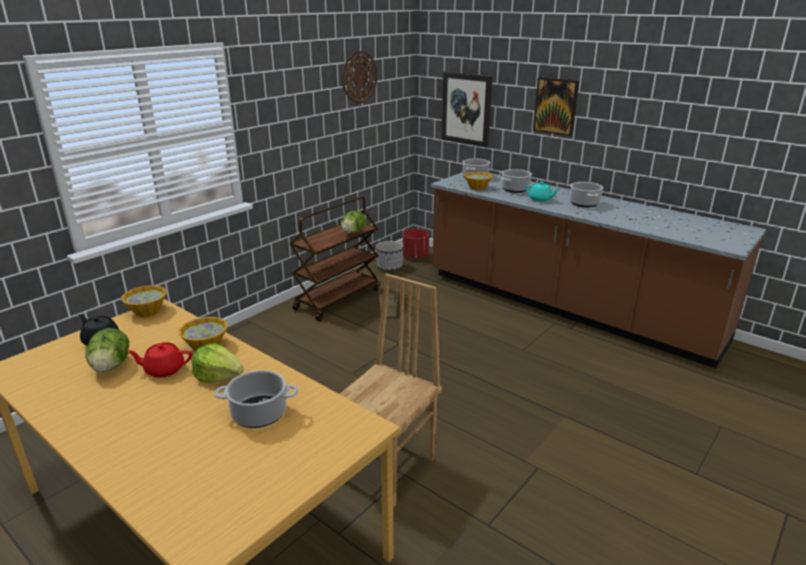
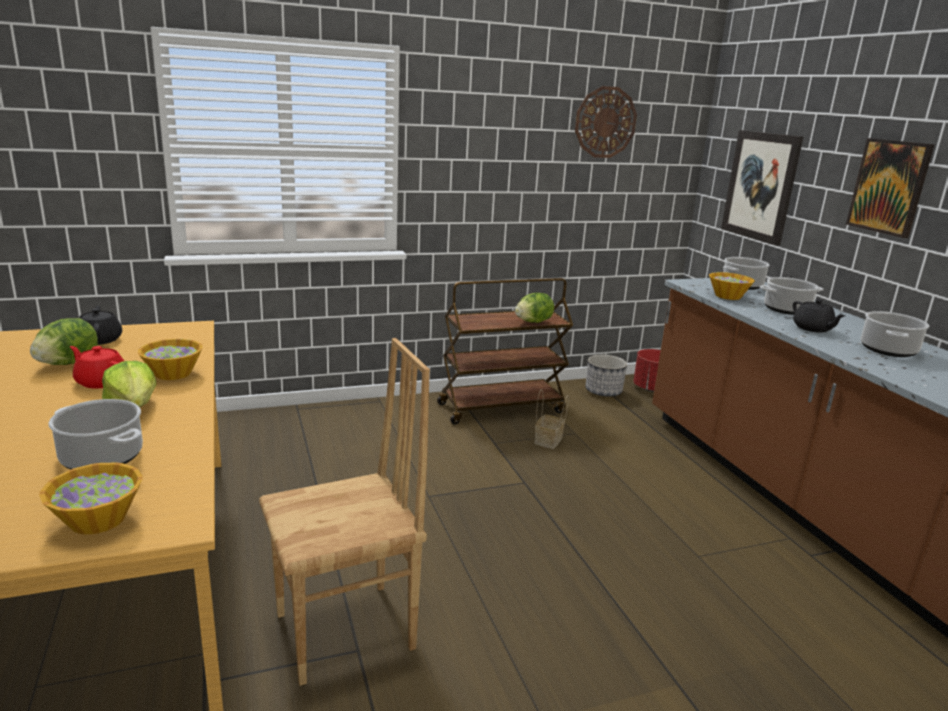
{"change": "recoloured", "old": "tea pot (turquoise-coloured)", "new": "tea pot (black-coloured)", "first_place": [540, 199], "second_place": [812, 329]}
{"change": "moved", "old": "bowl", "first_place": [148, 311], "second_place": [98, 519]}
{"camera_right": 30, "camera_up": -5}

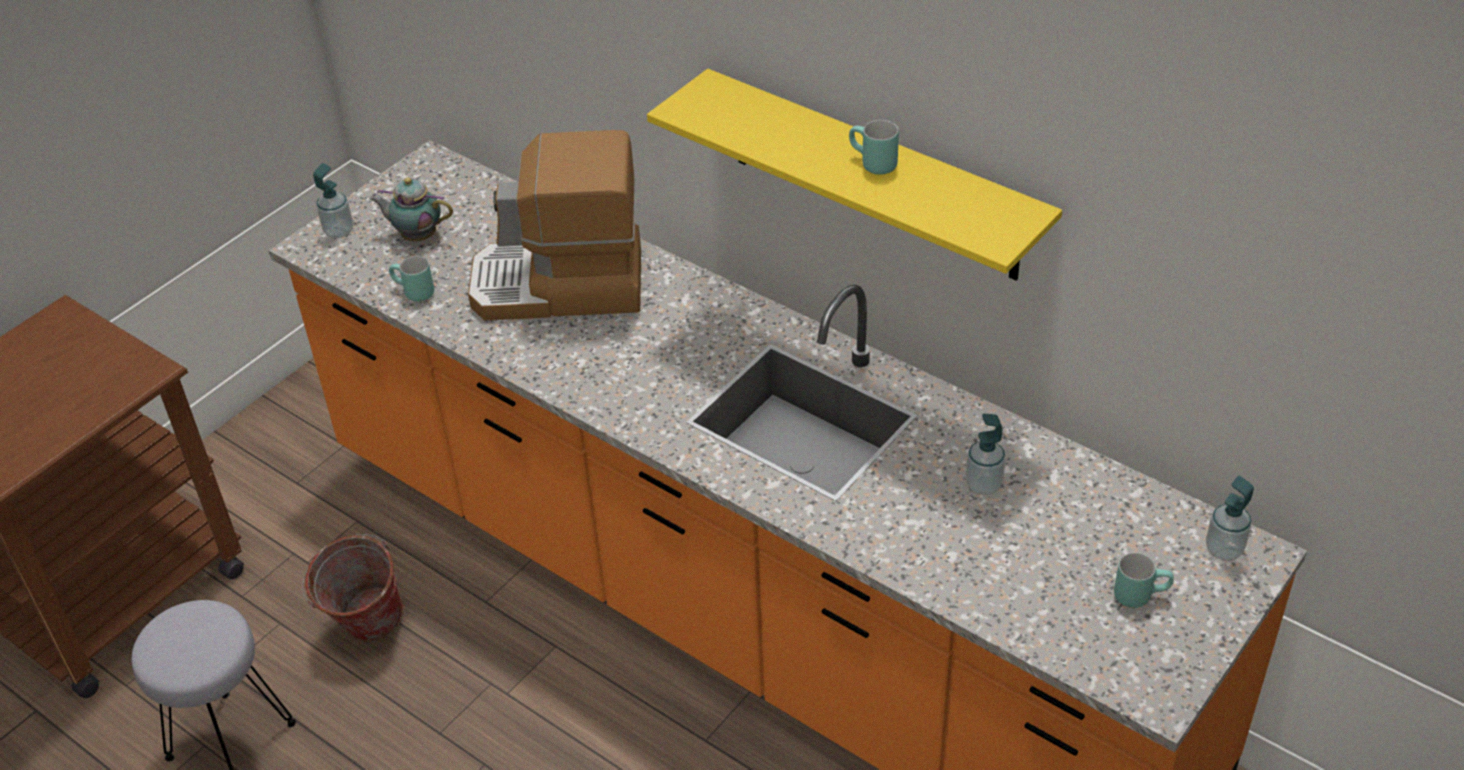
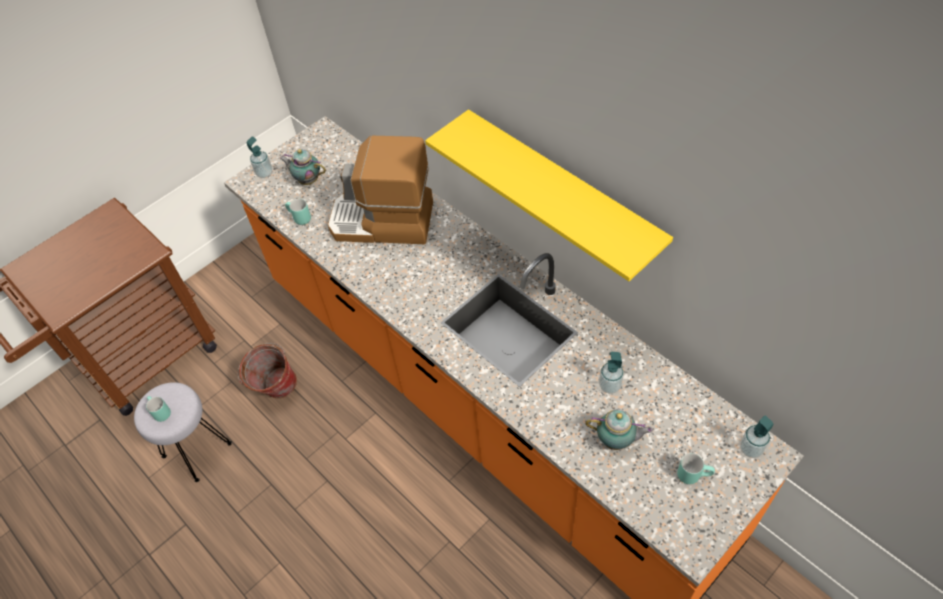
{"change": "moved", "old": "tea mug (turquoise-coloured)", "first_place": [871, 164], "second_place": [159, 413]}
{"change": "added", "new": "tea pot", "second_place": [616, 441]}
{"camera_right": 10, "camera_up": 10}

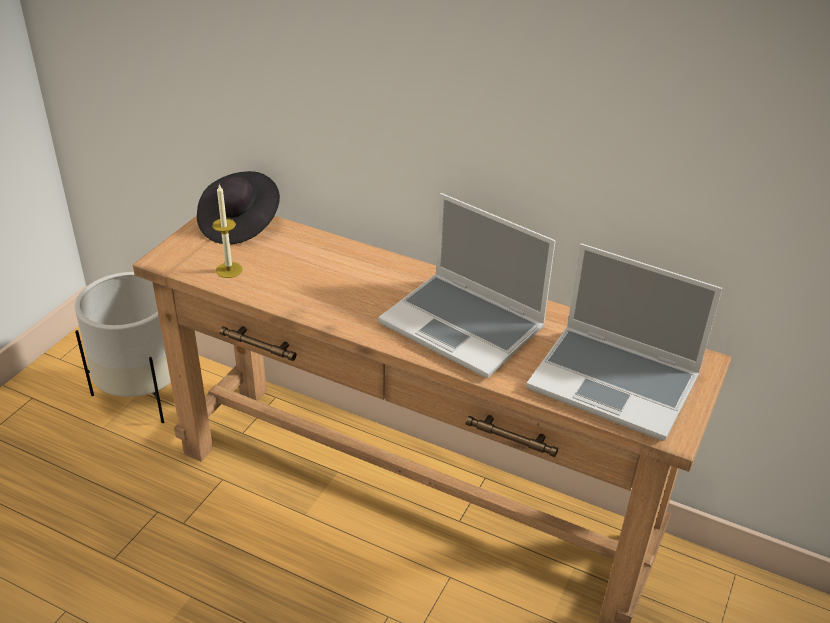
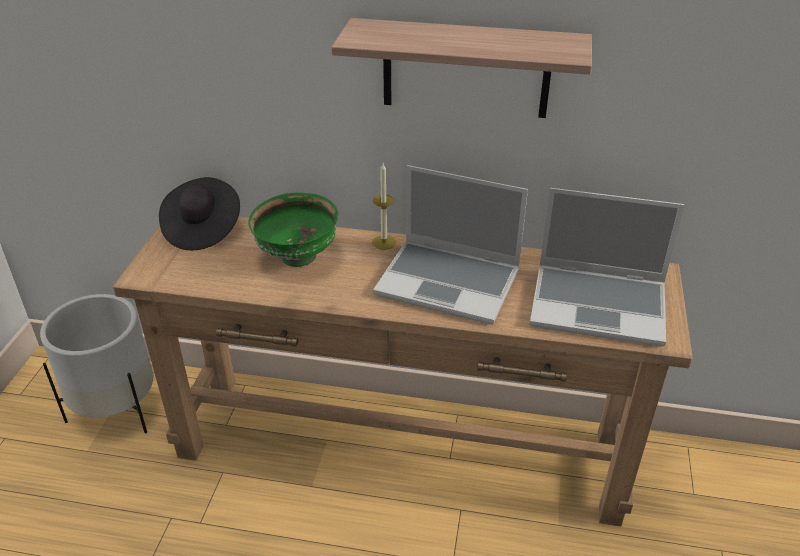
{"change": "moved", "old": "wax light", "first_place": [229, 270], "second_place": [384, 242]}
{"change": "added", "new": "shelf", "second_place": [466, 69]}
{"change": "added", "new": "bowl (green-coloured)", "second_place": [298, 258]}
{"camera_right": -15, "camera_up": 0}

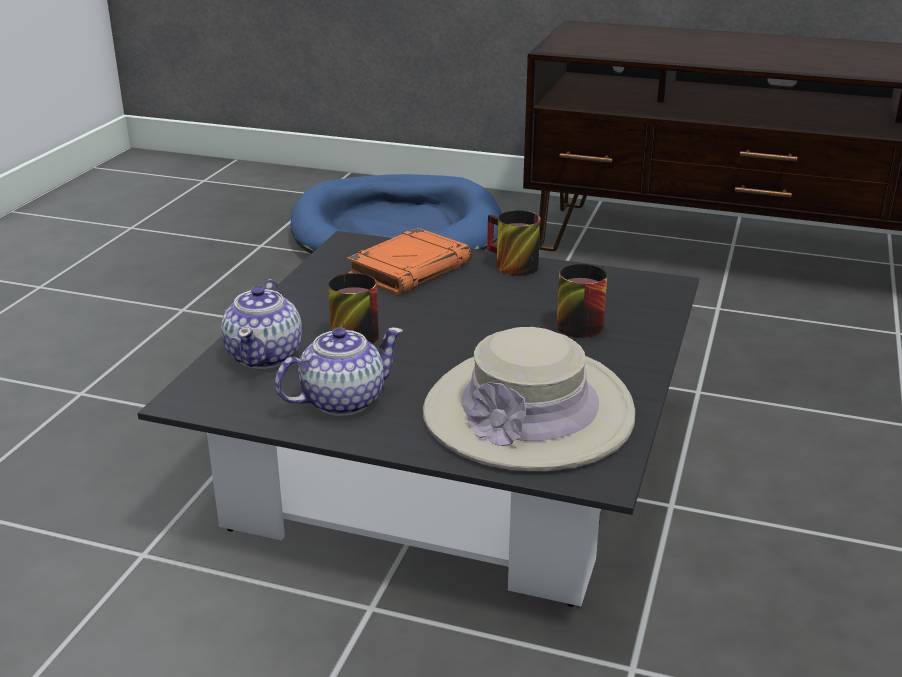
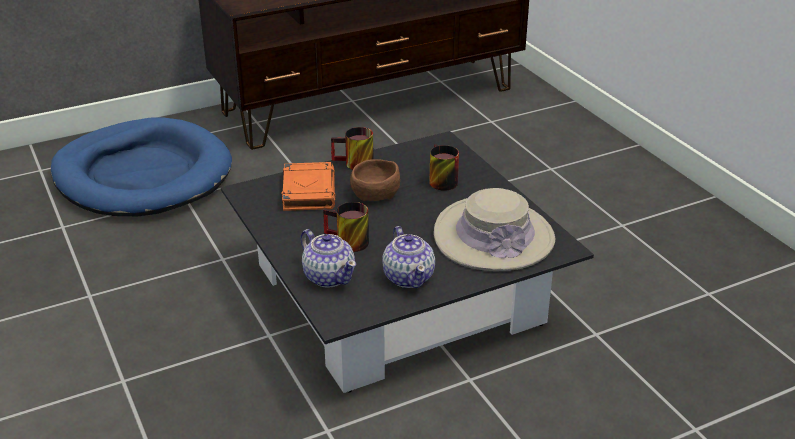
{"change": "turned", "old": "tea pot", "first_place": [341, 401], "second_place": [409, 277], "degrees": 150}
{"change": "added", "new": "bowl (brown-coloured)", "second_place": [374, 194]}
{"camera_right": -45, "camera_up": 5}

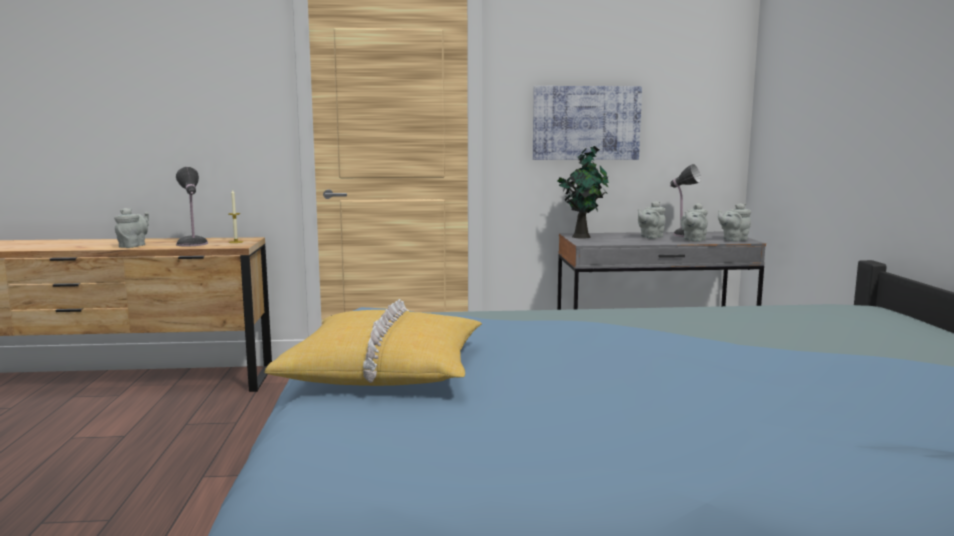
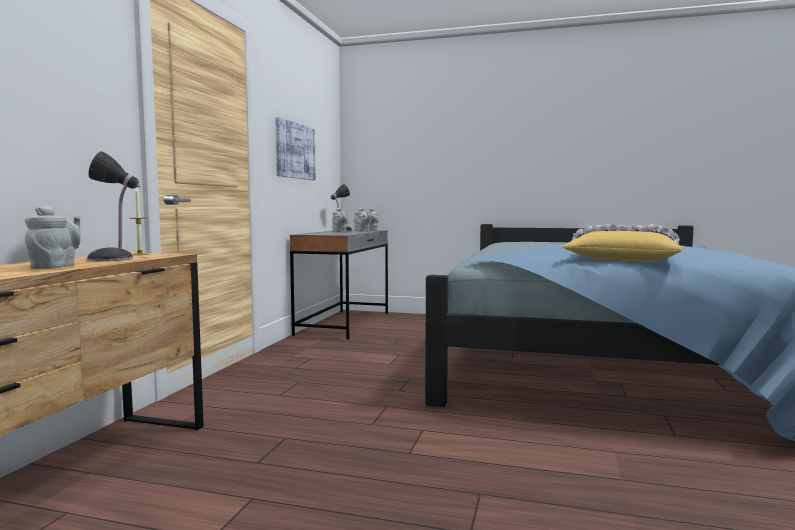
{"change": "removed", "old": "houseplant", "first_place": [582, 236]}
{"change": "turned", "old": "tea pot (grey)", "first_place": [134, 246], "second_place": [56, 267], "degrees": 60}
{"camera_right": -70, "camera_up": -5}

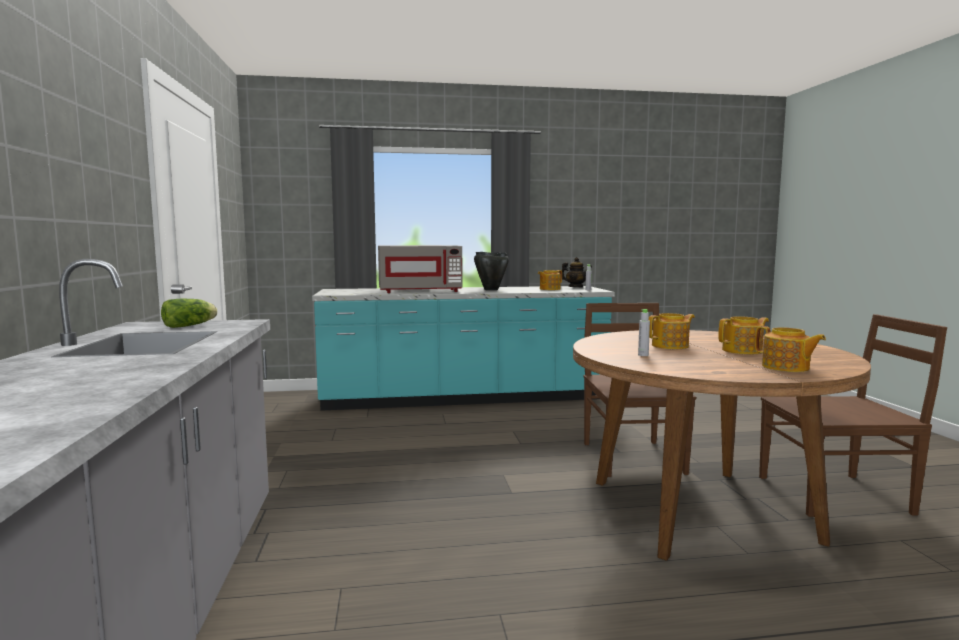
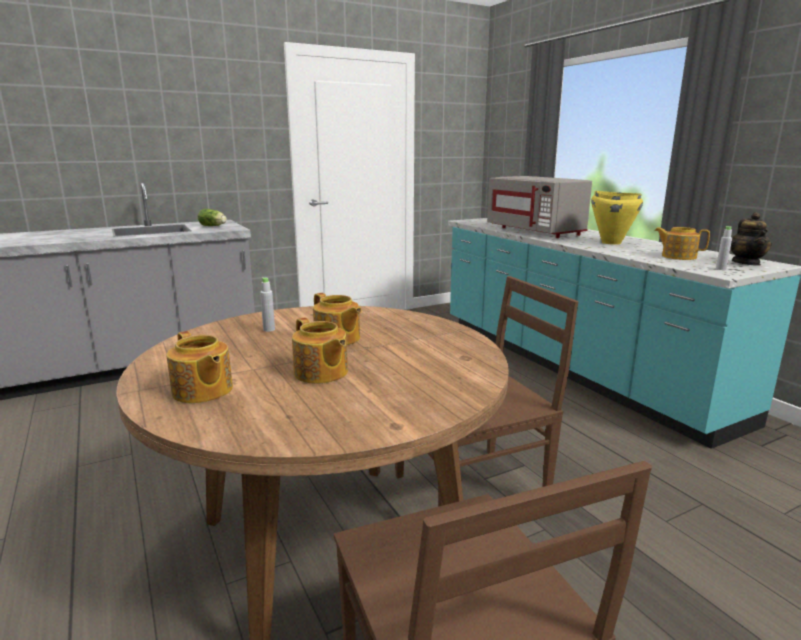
{"change": "recoloured", "old": "cooking pot (black-coloured)", "new": "cooking pot (yellow)", "first_place": [490, 289], "second_place": [611, 242]}
{"change": "turned", "old": "tea pot", "first_place": [786, 367], "second_place": [202, 391], "degrees": -75}
{"camera_right": 70, "camera_up": 10}

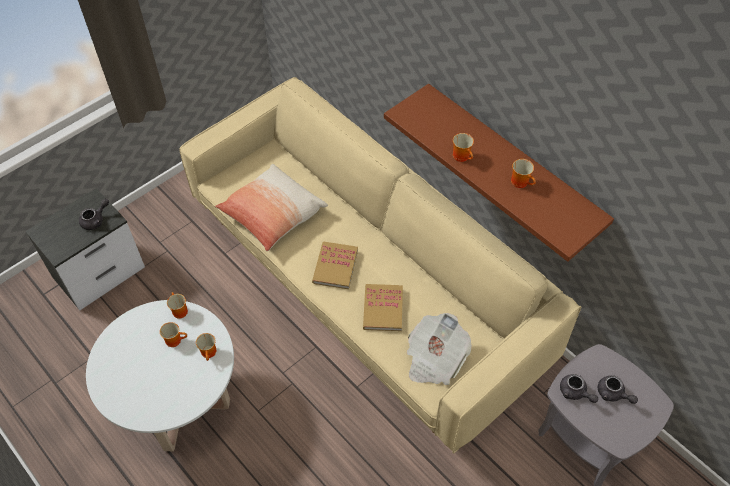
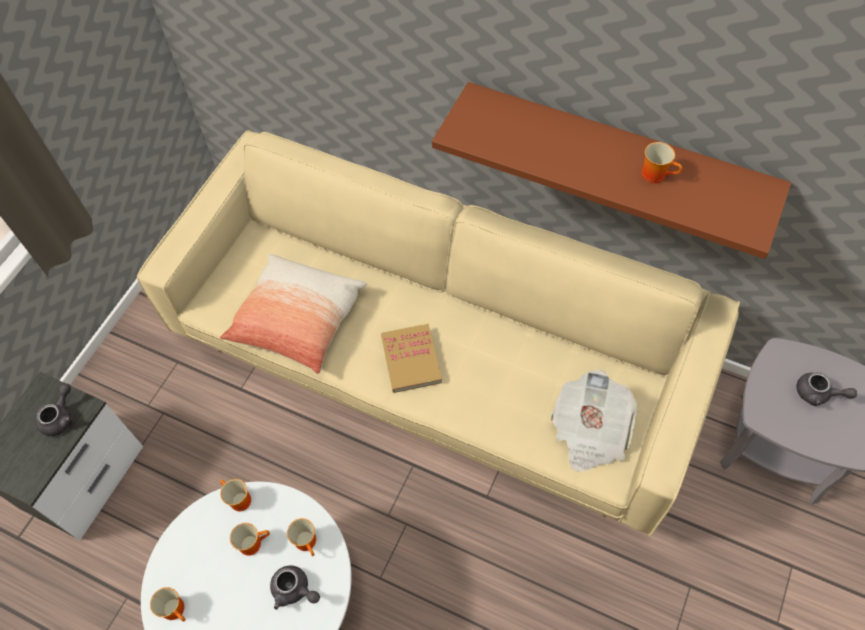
{"change": "moved", "old": "tea mug", "first_place": [463, 156], "second_place": [176, 609]}
{"change": "removed", "old": "bound book", "first_place": [383, 308]}
{"change": "moved", "old": "tea pot (grey)", "first_place": [575, 393], "second_place": [294, 590]}
{"camera_right": -20, "camera_up": 5}

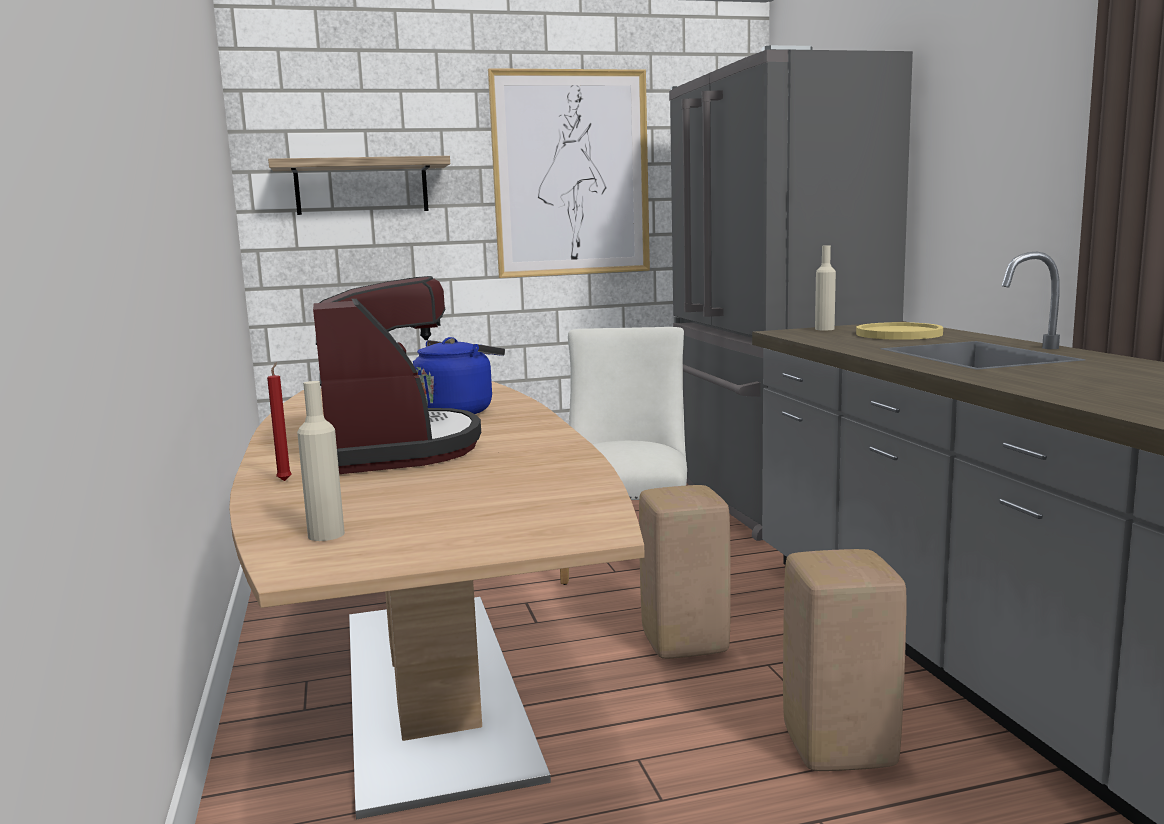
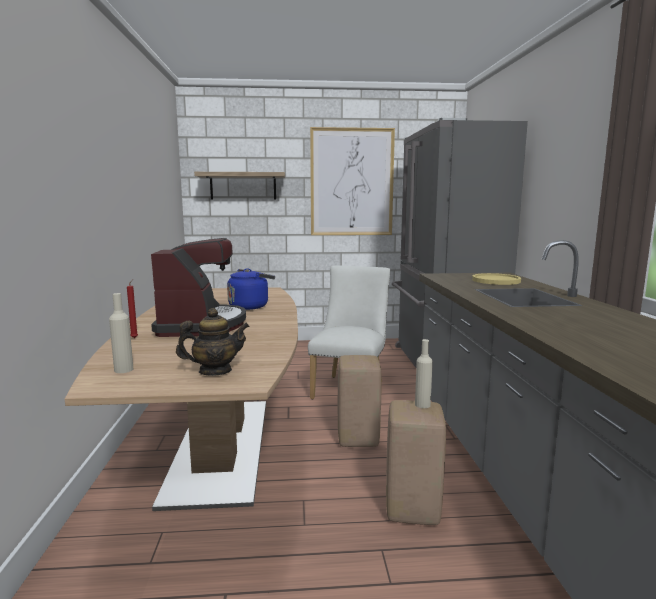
{"change": "moved", "old": "beverage bottle (sand-coloured)", "first_place": [824, 329], "second_place": [422, 405]}
{"change": "added", "new": "tea pot", "second_place": [215, 371]}
{"camera_right": 10, "camera_up": 0}

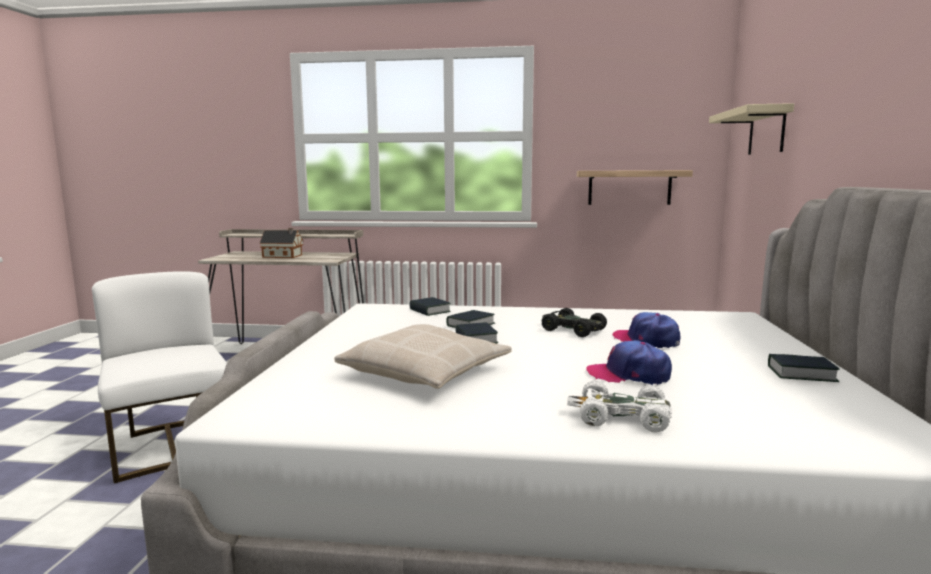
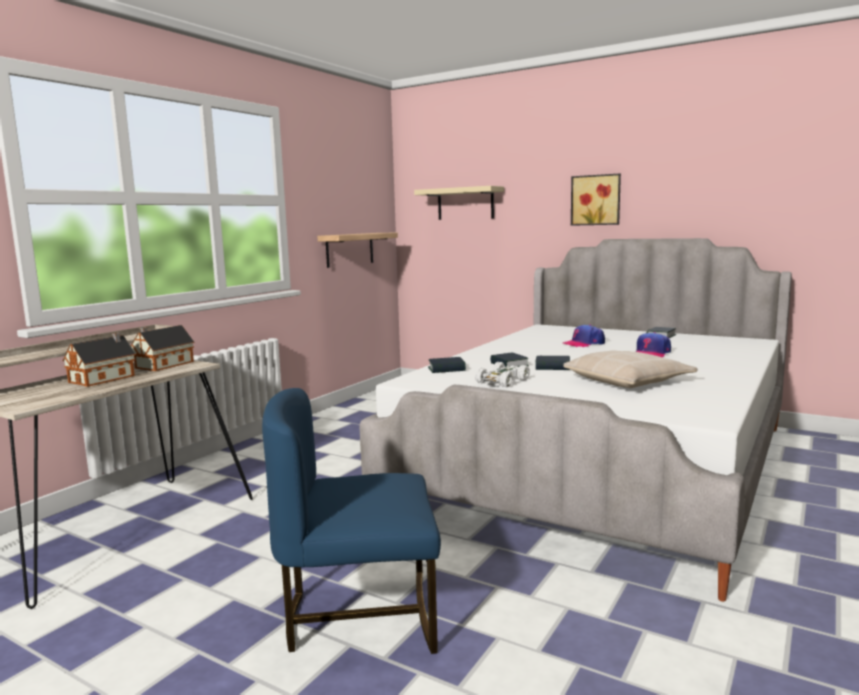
{"change": "recoloured", "old": "upright chair (whitish)", "new": "upright chair (blue-coloured)", "first_place": [172, 446], "second_place": [360, 615]}
{"change": "removed", "old": "model car (black-coloured)", "first_place": [572, 330]}
{"change": "moved", "old": "model car (whitish)", "first_place": [620, 418], "second_place": [502, 381]}
{"change": "added", "new": "wall picture", "second_place": [596, 200]}
{"change": "added", "new": "toy house", "second_place": [162, 365]}
{"camera_right": -65, "camera_up": 0}

